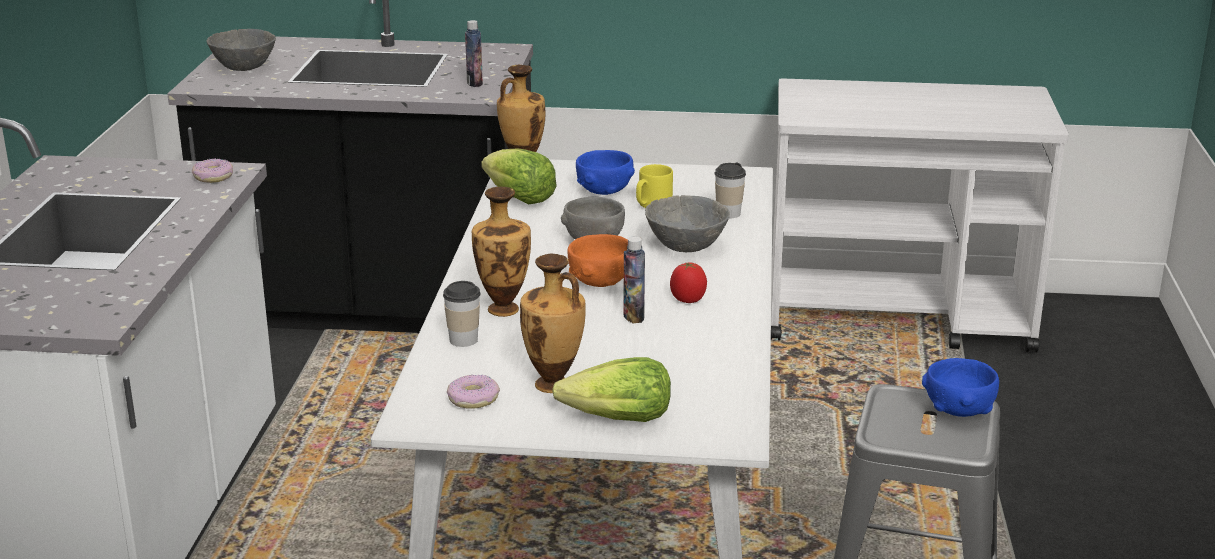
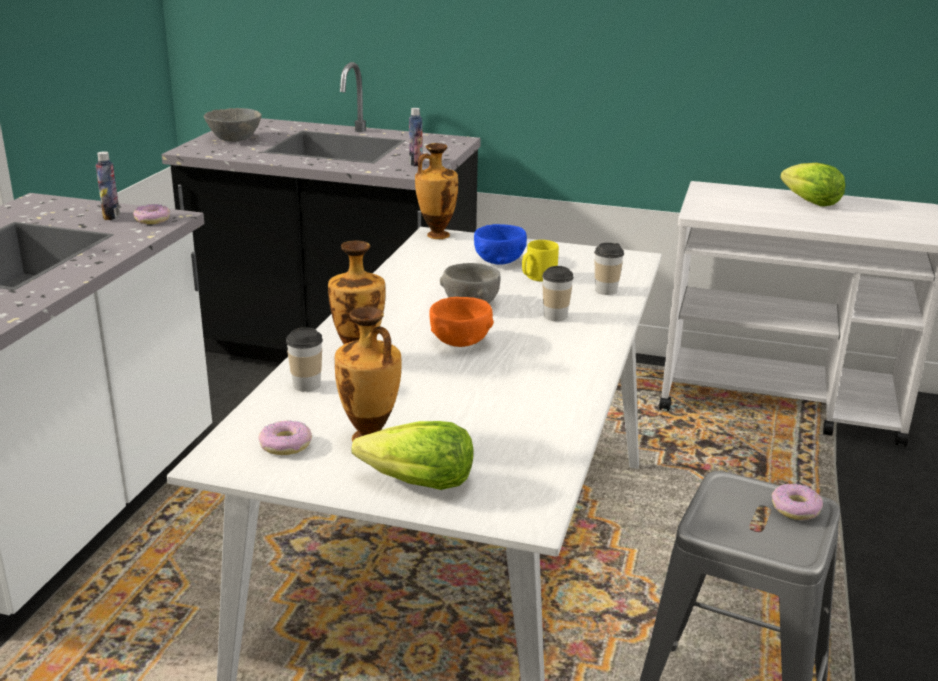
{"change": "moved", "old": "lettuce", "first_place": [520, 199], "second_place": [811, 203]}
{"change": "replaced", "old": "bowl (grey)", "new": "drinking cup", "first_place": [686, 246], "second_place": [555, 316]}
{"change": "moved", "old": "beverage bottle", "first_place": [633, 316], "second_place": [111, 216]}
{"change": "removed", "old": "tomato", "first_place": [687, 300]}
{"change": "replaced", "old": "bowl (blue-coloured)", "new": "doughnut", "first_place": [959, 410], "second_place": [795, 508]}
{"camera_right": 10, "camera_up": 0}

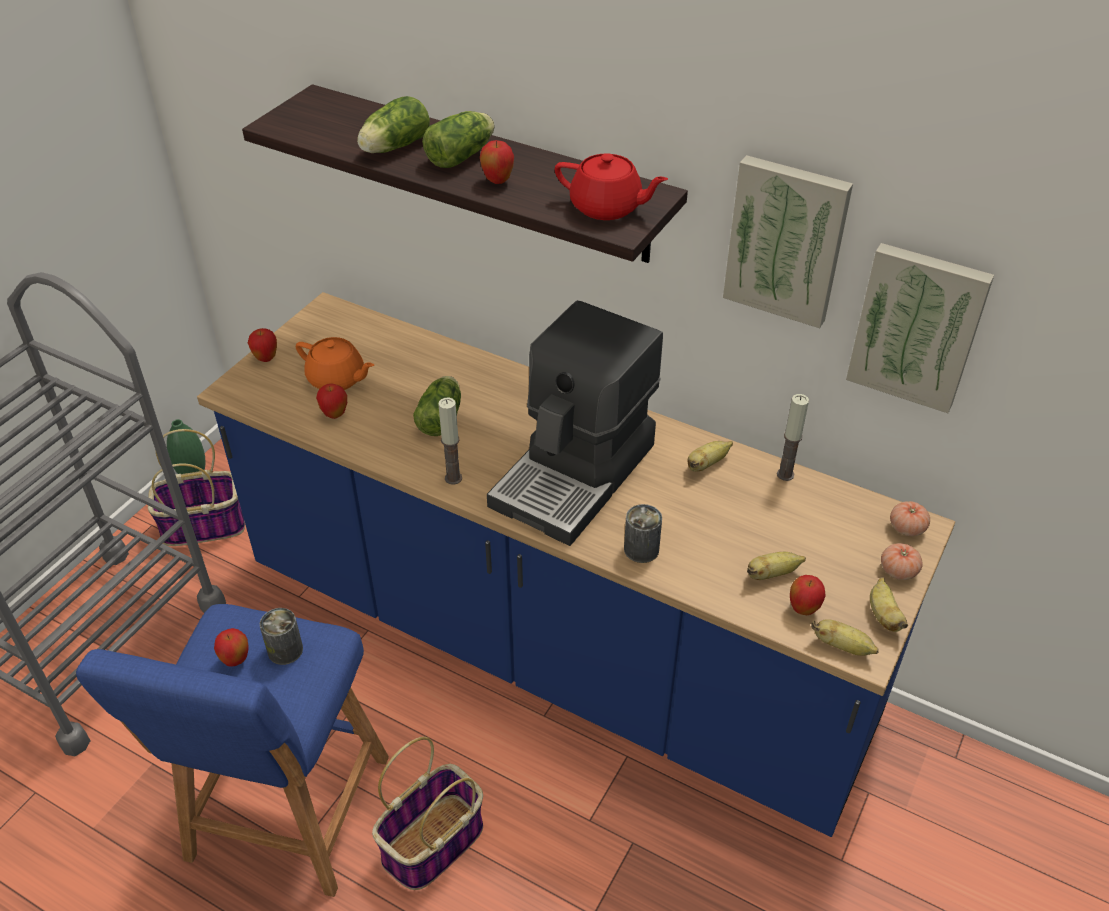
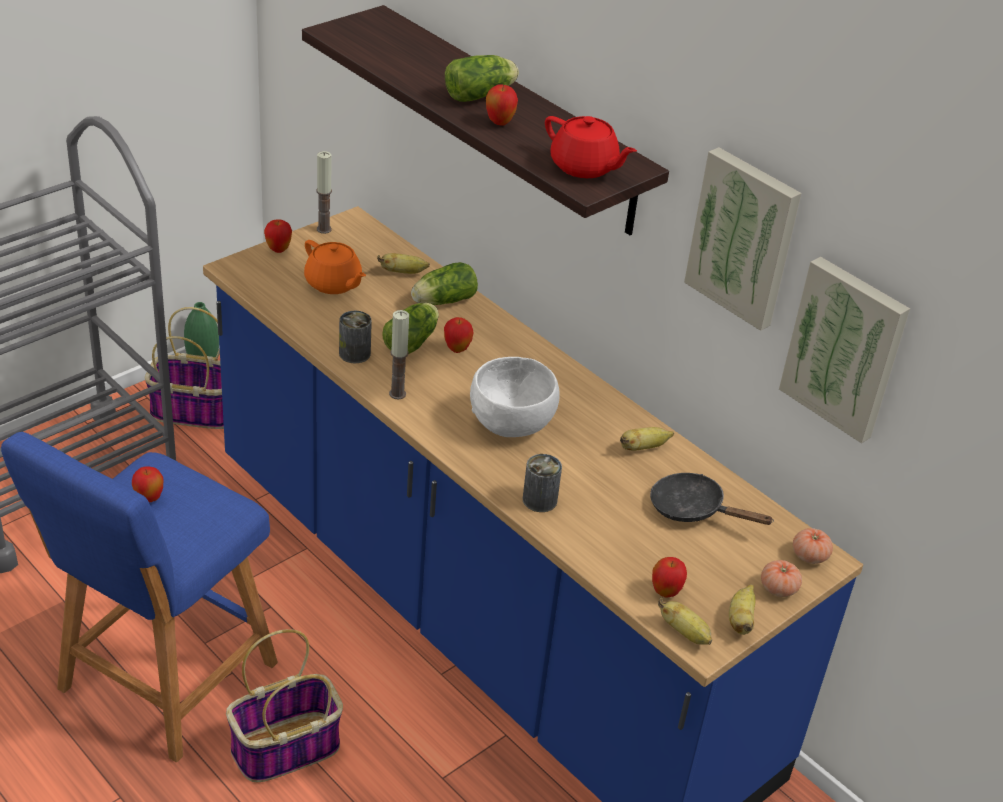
{"change": "moved", "old": "lettuce", "first_place": [393, 147], "second_place": [442, 301]}
{"change": "replaced", "old": "coffee brewer", "new": "bowl (whitish)", "first_place": [576, 475], "second_place": [512, 422]}
{"change": "moved", "old": "apple", "first_place": [334, 414], "second_place": [457, 349]}
{"change": "moved", "old": "wax light", "first_place": [785, 474], "second_place": [324, 229]}
{"change": "moved", "old": "whole banana", "first_place": [772, 574], "second_place": [403, 272]}
{"change": "moved", "old": "sealed can", "first_place": [285, 650], "second_place": [354, 353]}
{"change": "added", "new": "skillet (black-coloured)", "second_place": [693, 509]}
{"camera_right": 15, "camera_up": -5}

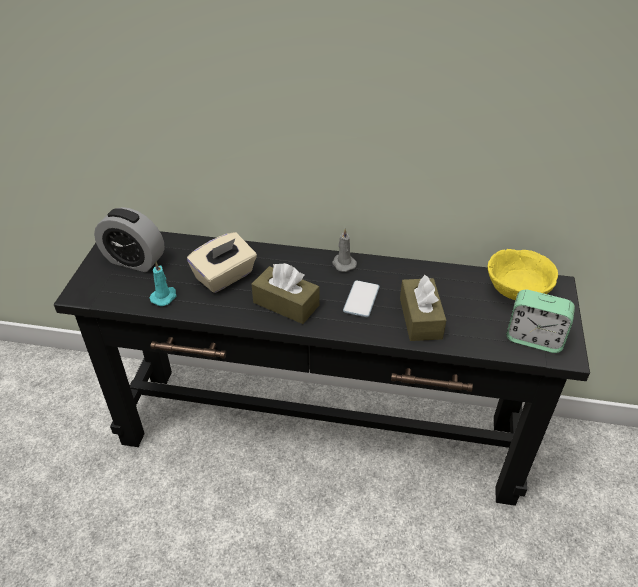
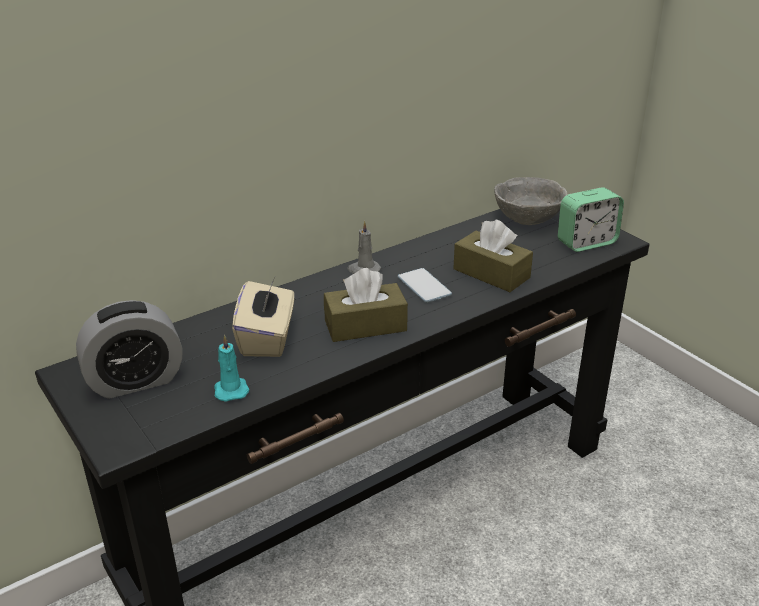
{"change": "recoloured", "old": "bowl (yellow)", "new": "bowl (grey)", "first_place": [516, 292], "second_place": [527, 220]}
{"camera_right": -45, "camera_up": -10}

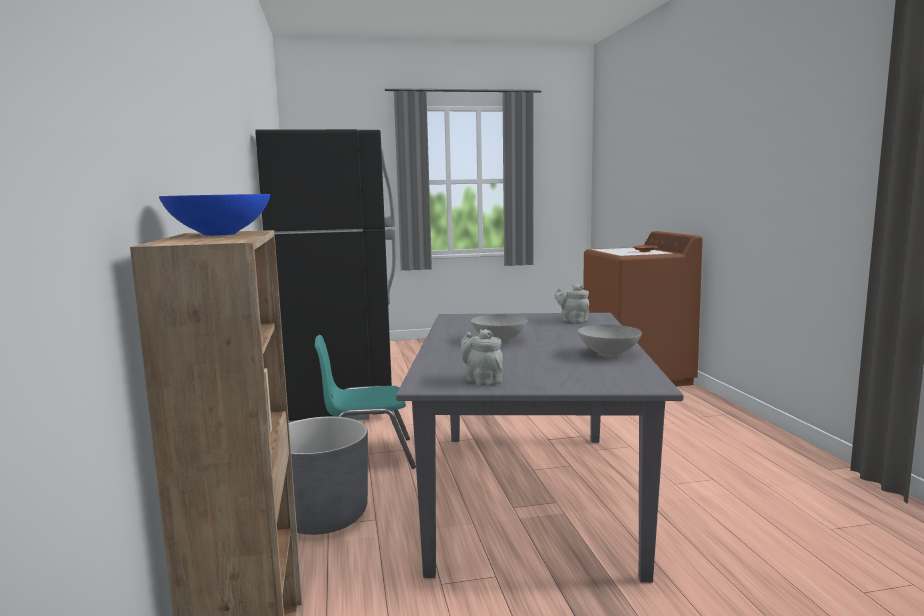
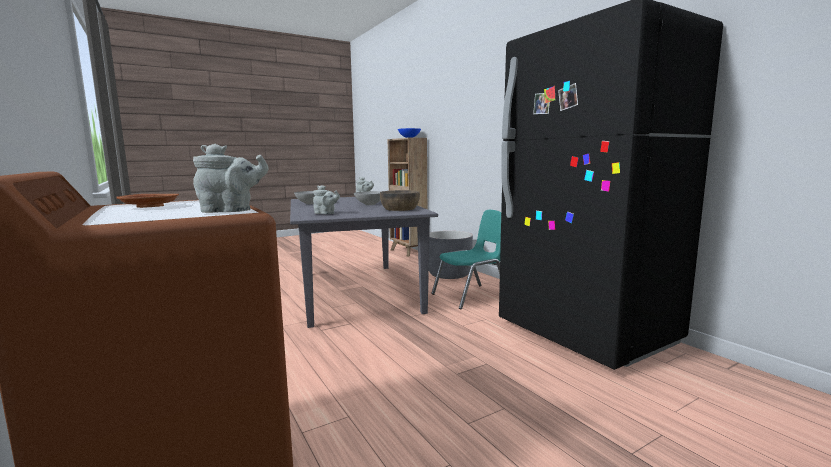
{"change": "added", "new": "tea pot (grey)", "second_place": [230, 211]}
{"change": "added", "new": "bowl (brown-coloured)", "second_place": [400, 209]}
{"camera_right": 160, "camera_up": 0}

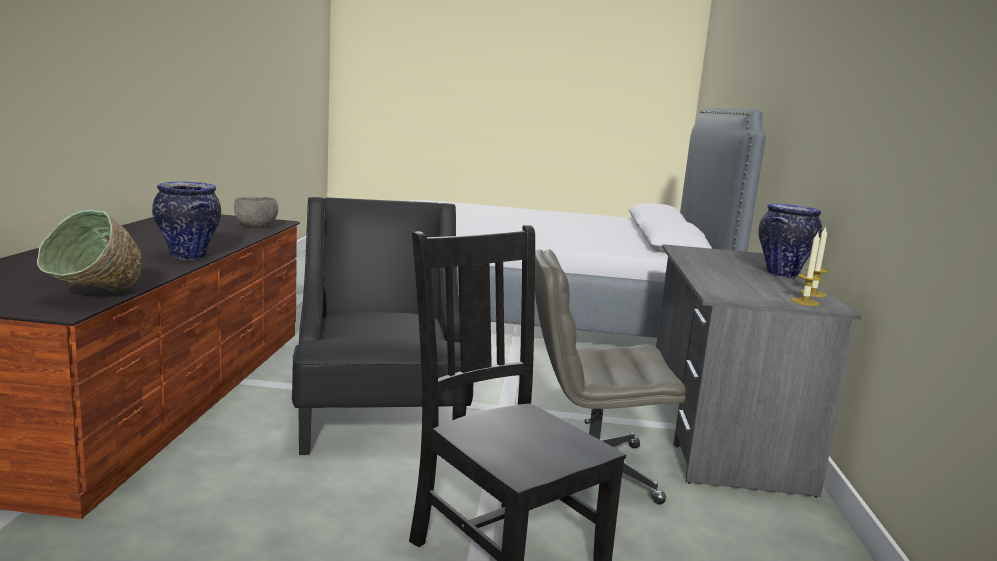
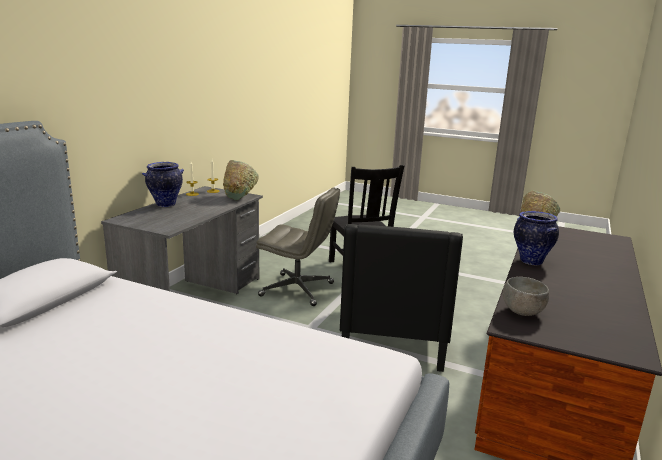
{"change": "added", "new": "bowl (green-coloured)", "second_place": [239, 197]}
{"camera_right": -160, "camera_up": 5}

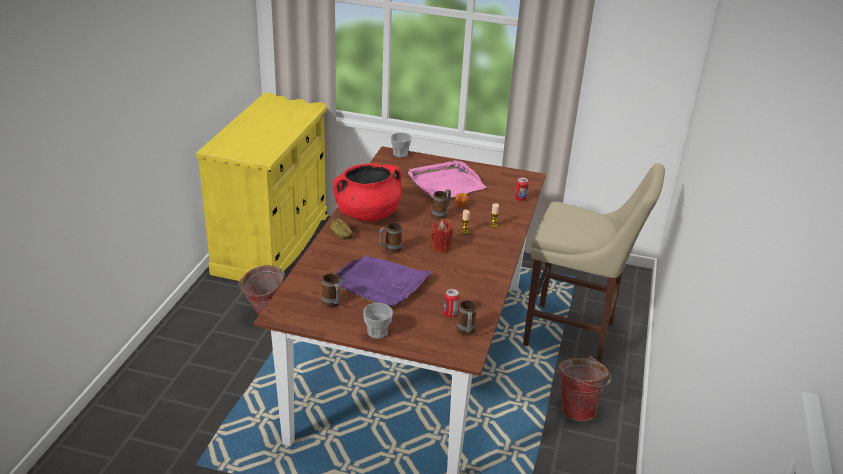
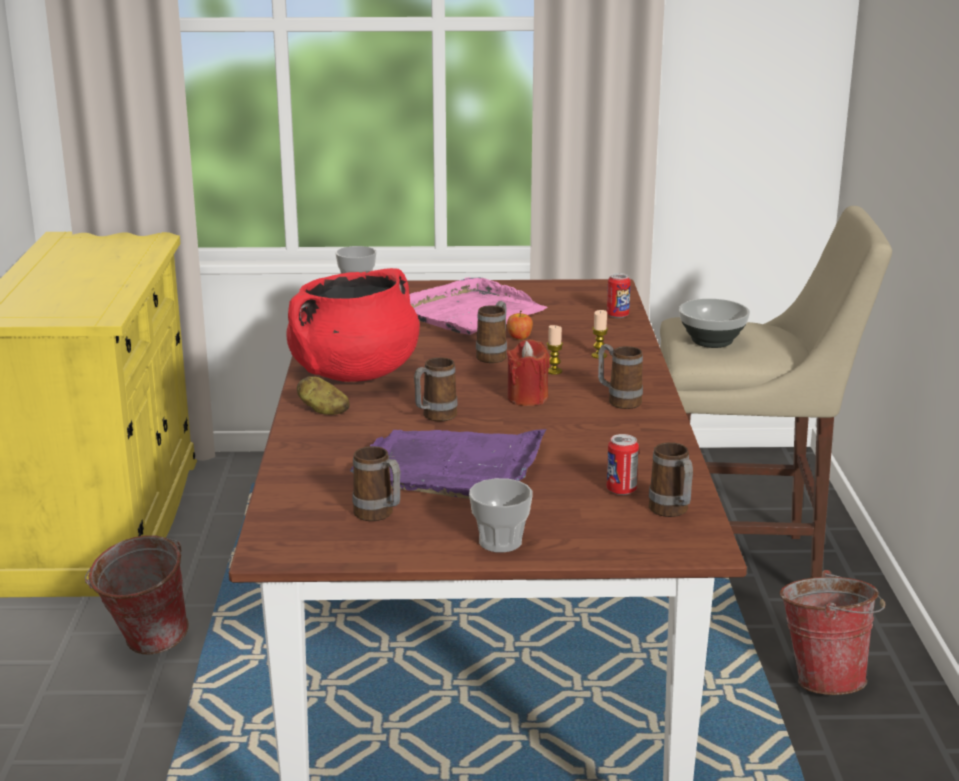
{"change": "added", "new": "bowl", "second_place": [711, 341]}
{"change": "added", "new": "tea mug", "second_place": [619, 401]}
{"camera_right": -15, "camera_up": -10}

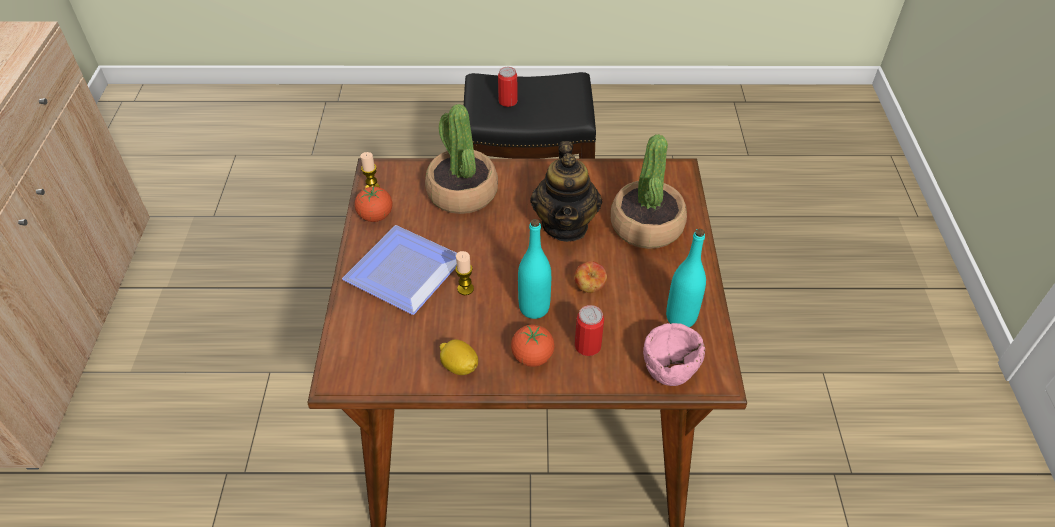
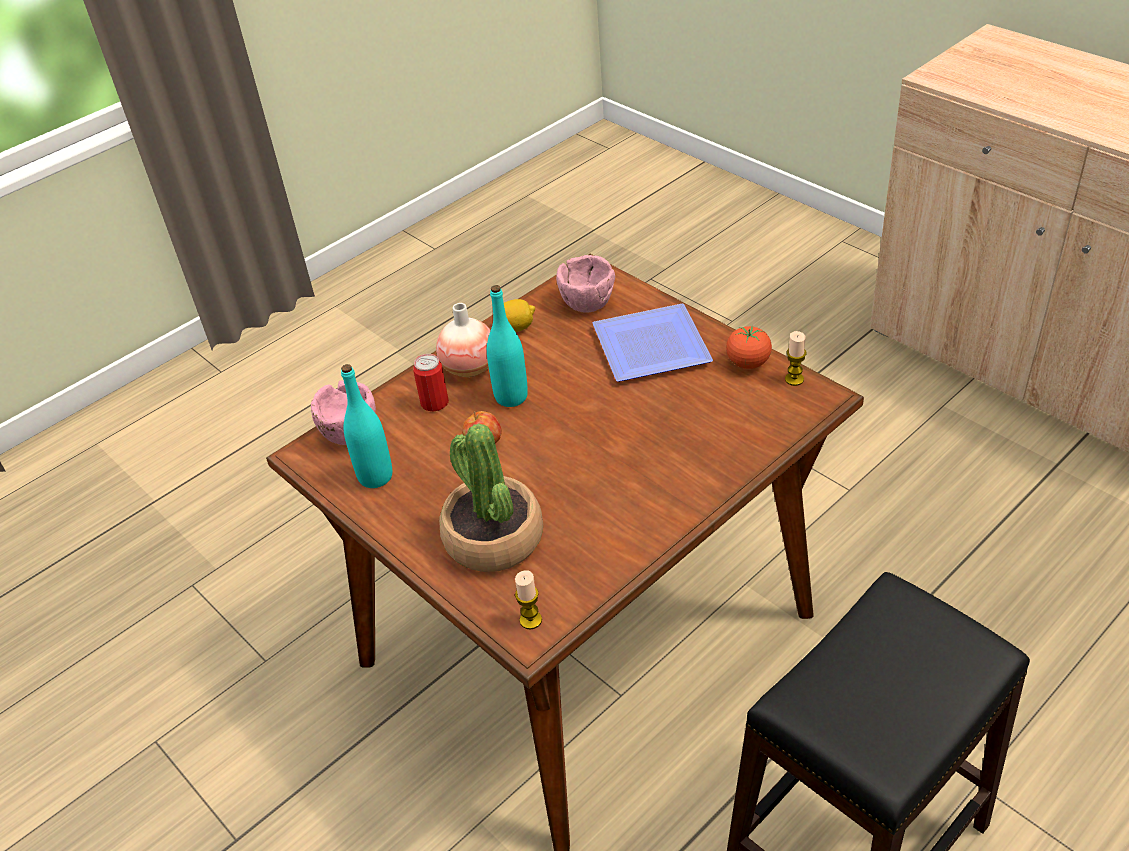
{"change": "removed", "old": "sealed can", "first_place": [508, 101]}
{"change": "removed", "old": "houseplant", "first_place": [462, 193]}
{"change": "removed", "old": "tea pot", "first_place": [565, 225]}
{"change": "moved", "old": "wax light", "first_place": [465, 289], "second_place": [530, 620]}
{"change": "replaced", "old": "tomato", "new": "flower vase", "first_place": [532, 357], "second_place": [469, 368]}
{"change": "added", "new": "bowl (pink-coloured)", "second_place": [586, 302]}
{"camera_right": 140, "camera_up": -5}

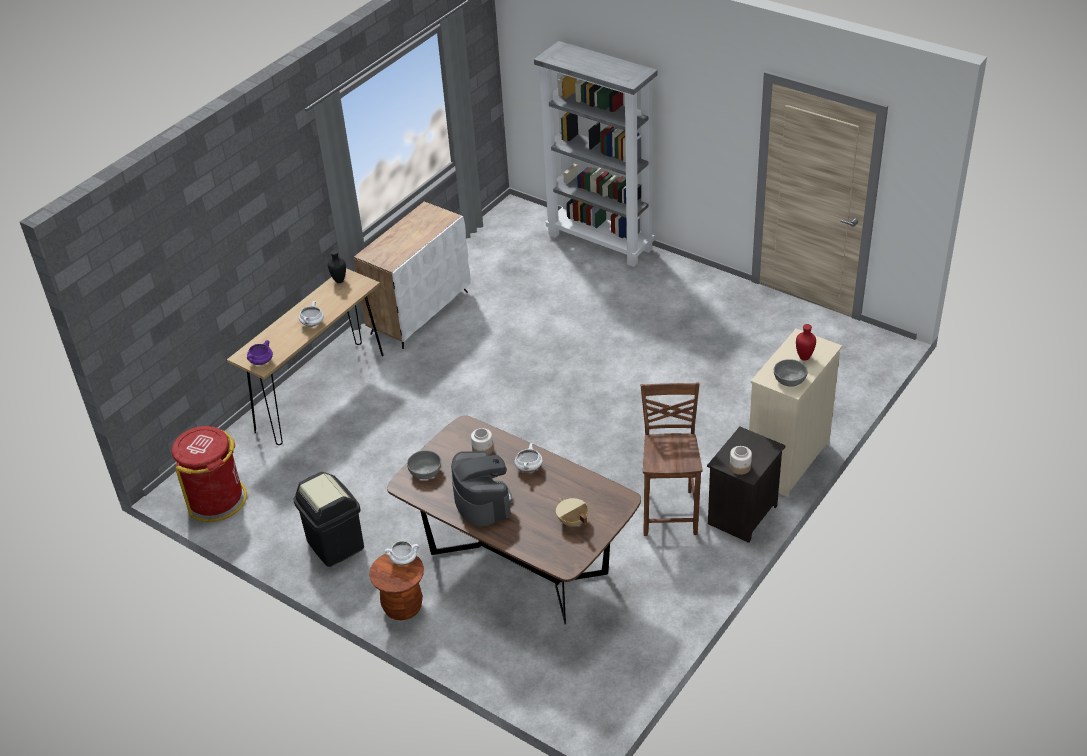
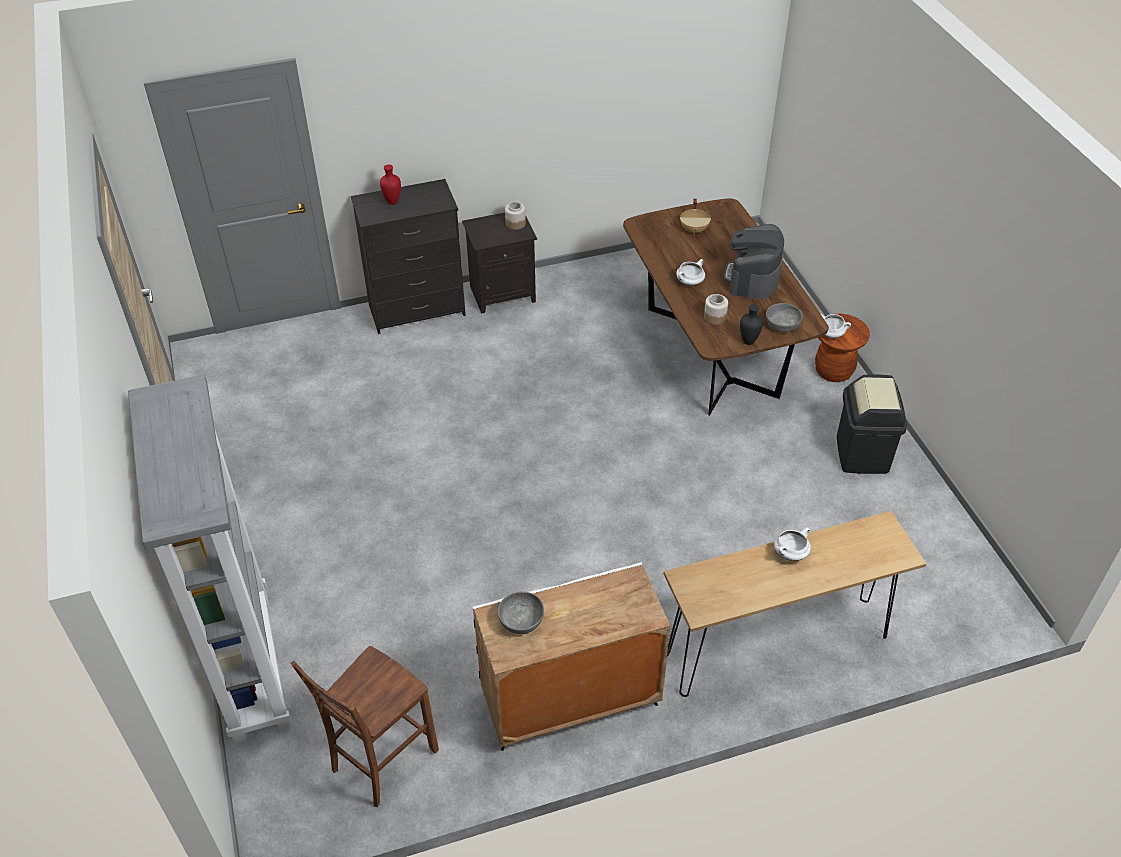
{"change": "moved", "old": "flower vase (black-coloured)", "first_place": [339, 281], "second_place": [748, 341]}
{"change": "recoloured", "old": "chest of drawers (sand-coloured)", "new": "chest of drawers (black-coloured)", "first_place": [786, 461], "second_place": [418, 310]}
{"change": "removed", "old": "cooking pot (purplish)", "first_place": [261, 362]}
{"change": "moved", "old": "bowl (grey)", "first_place": [789, 379], "second_place": [521, 621]}
{"change": "moved", "old": "upright chair (brown-coloured)", "first_place": [670, 511], "second_place": [381, 760]}
{"change": "removed", "old": "trash can (red-coloured)", "first_place": [216, 499]}
{"camera_right": -145, "camera_up": 5}

